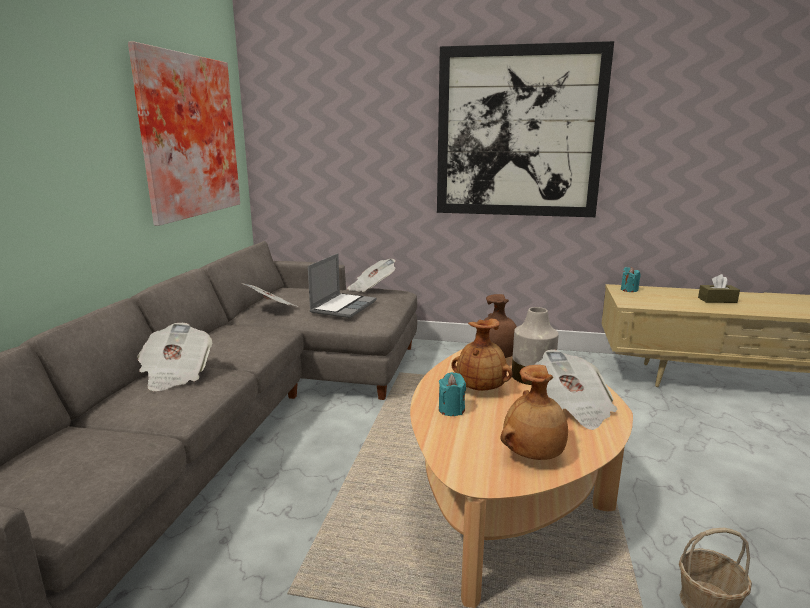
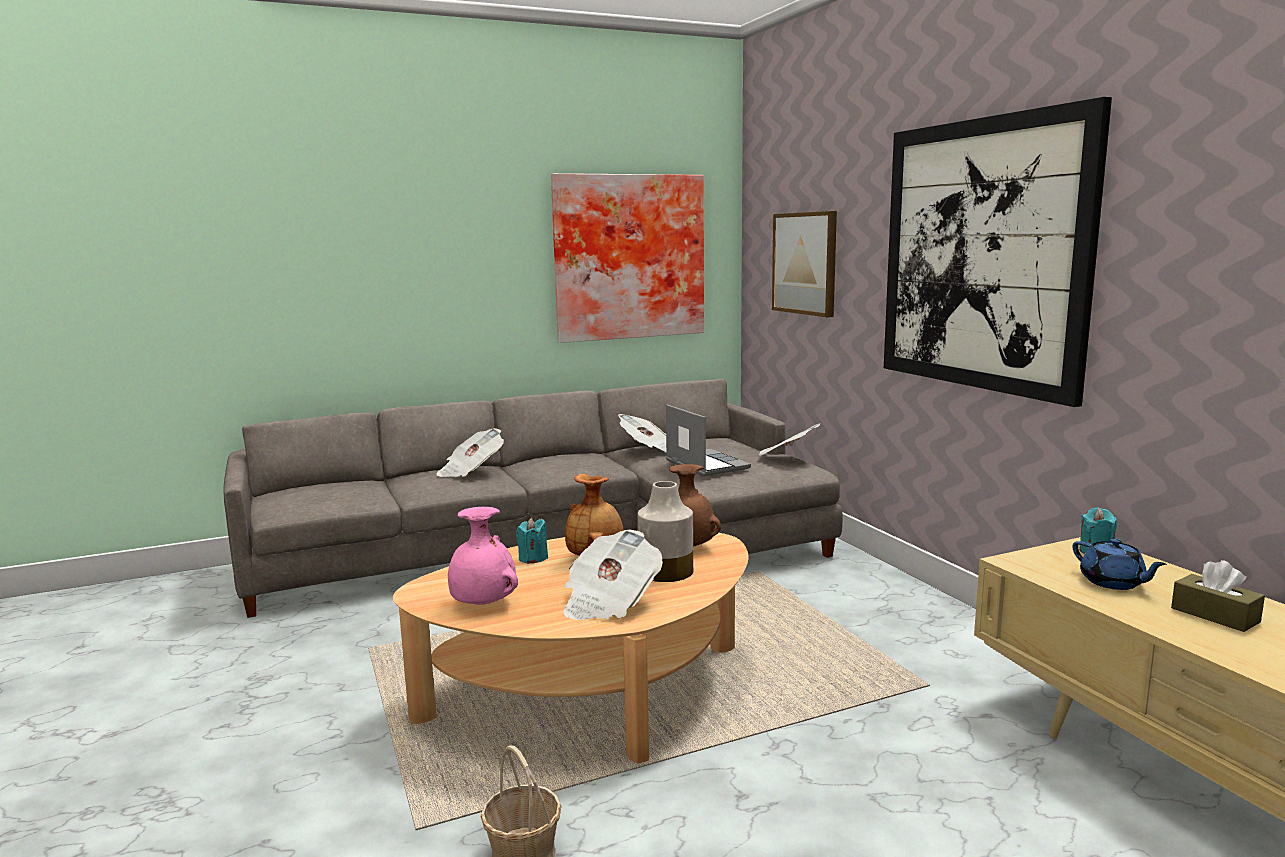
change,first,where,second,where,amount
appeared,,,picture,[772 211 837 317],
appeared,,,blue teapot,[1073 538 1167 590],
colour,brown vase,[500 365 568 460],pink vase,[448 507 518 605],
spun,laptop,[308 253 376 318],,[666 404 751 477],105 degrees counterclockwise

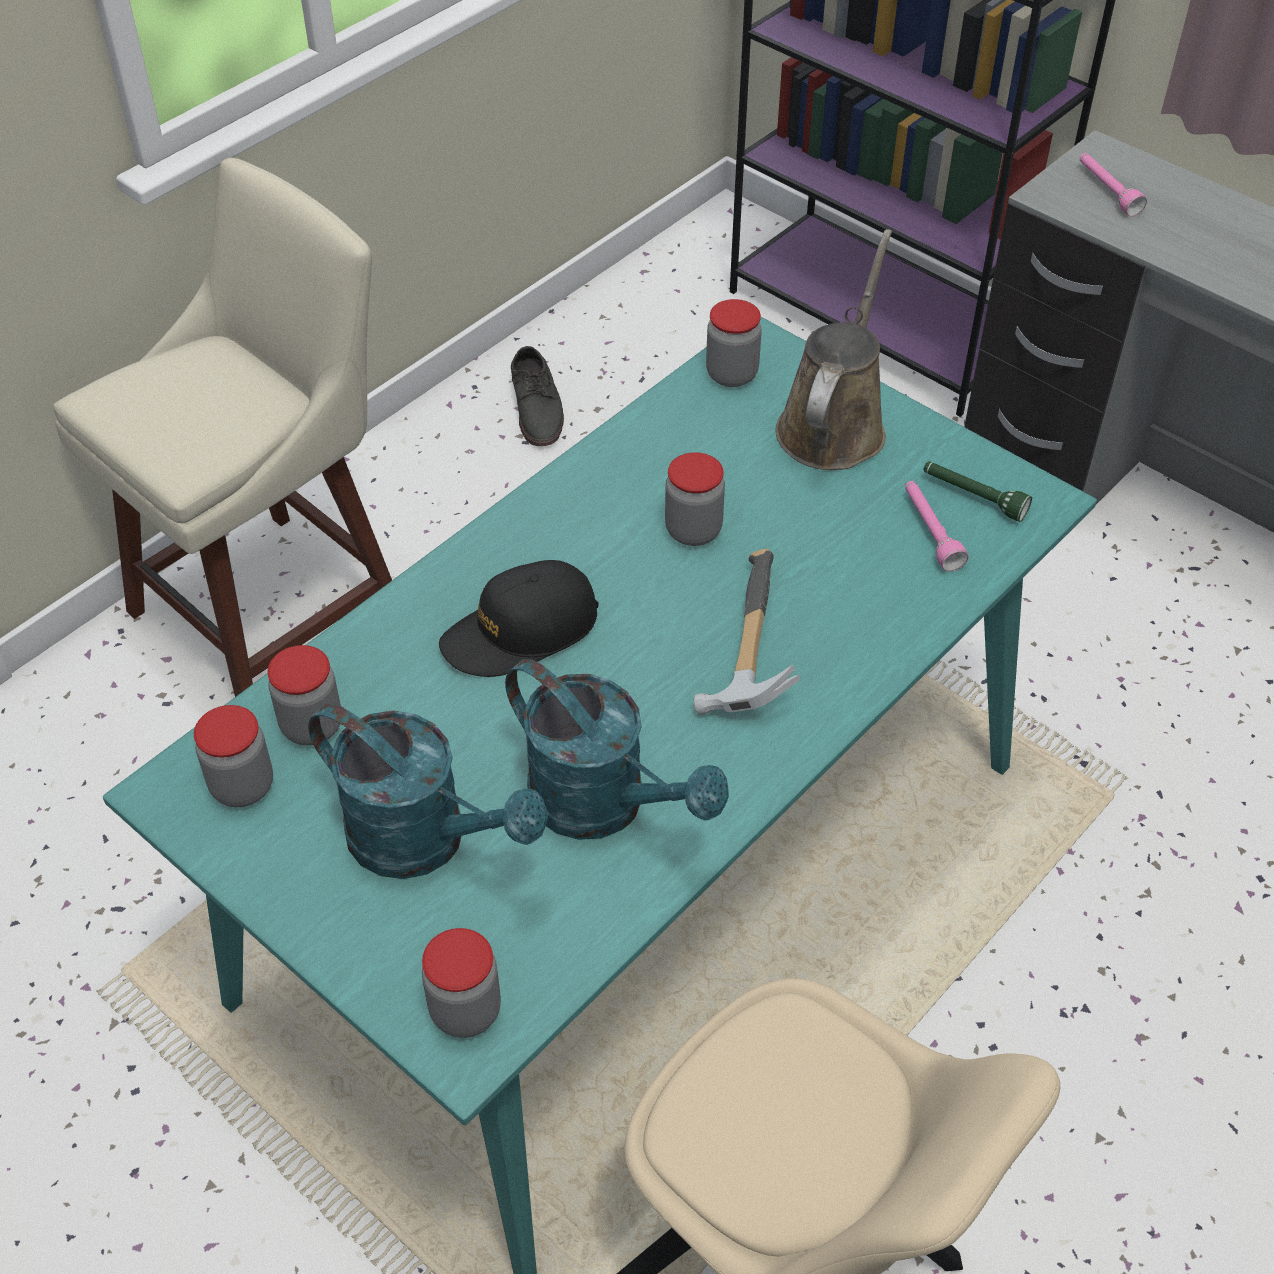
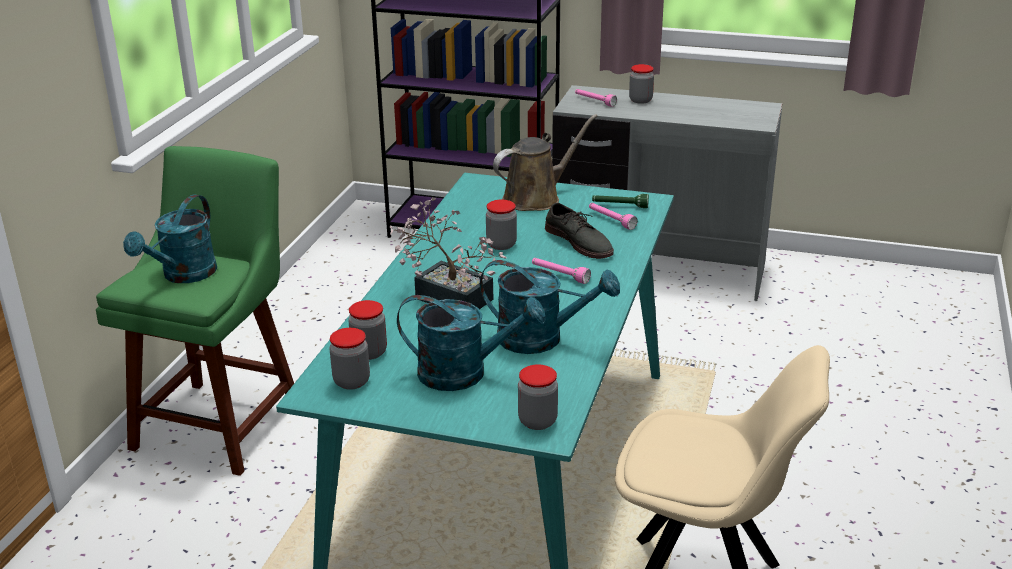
change,first,where,second,where,amount
appeared,,,turquoise watering can,[123 194 217 283],
relocated,grey shoe,[511 346 564 446],,[545 203 614 259],
relocated,jar,[706 299 762 387],,[629 64 654 104],
exchanged,black cap,[439 560 599 677],potted plant,[389 197 507 309],
exchanged,hammer,[694 549 800 715],pink flashlight,[532 258 591 284],
colour,beige stool,[53 158 392 697],green stool,[96 146 294 476],
spun,brown watering can,[776 229 892 470],,[493 114 598 211],60 degrees clockwise

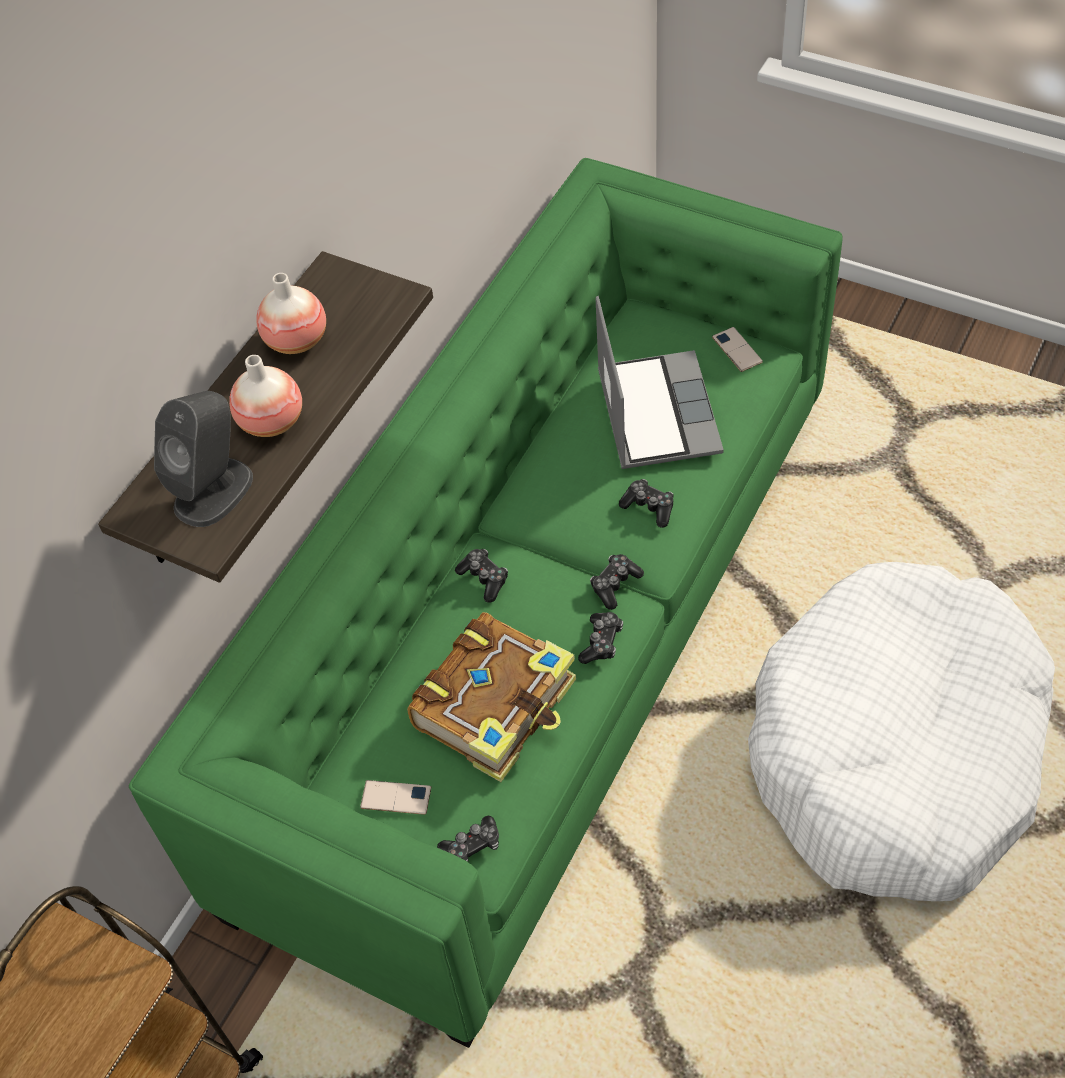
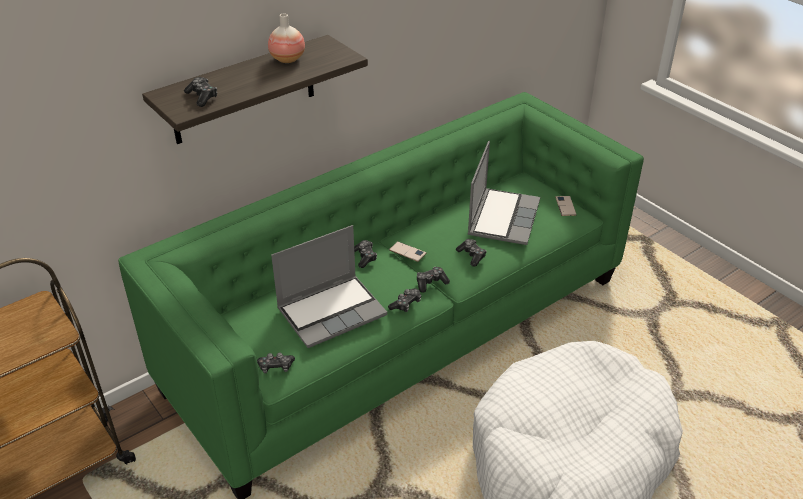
change,first,where,second,where,amount
missing,vase,[229 355 302 437],,,
relocated,phone,[360 780 431 815],,[389 241 426 262],
exchanged,grey speaker,[154 391 253 527],game controller,[184 77 217 107],
exchanged,book,[407 612 576 782],laptop,[271 225 387 348],

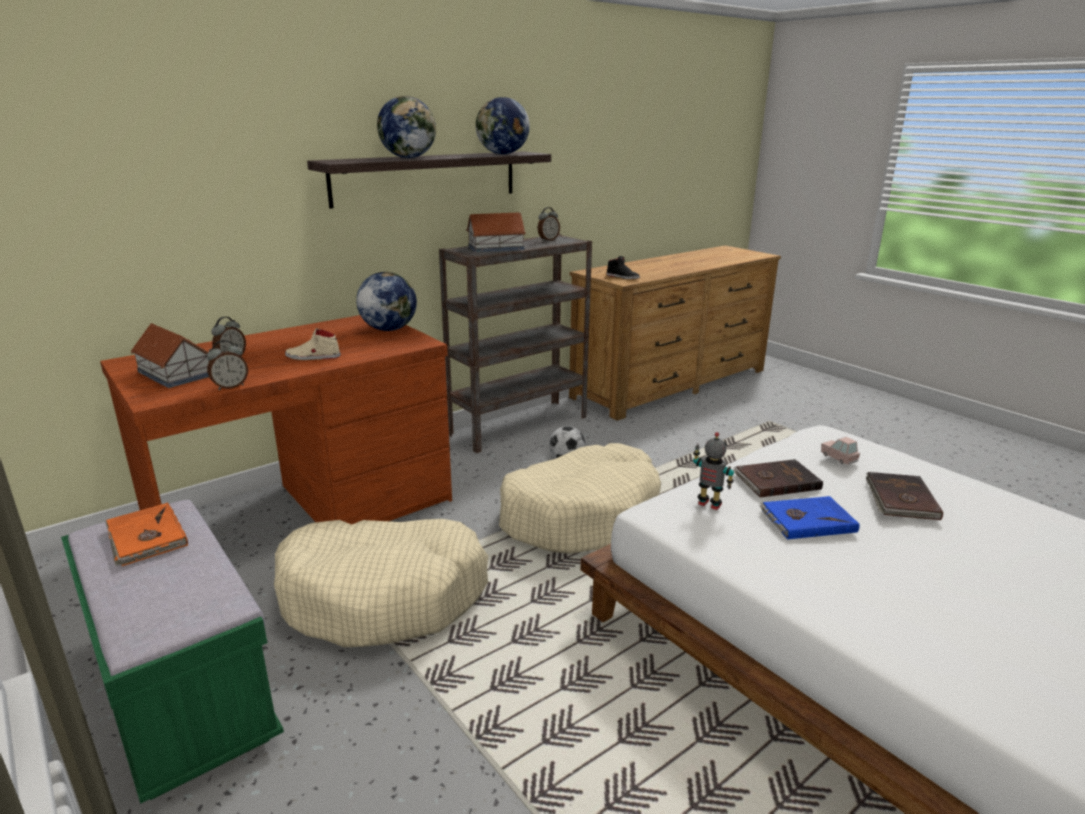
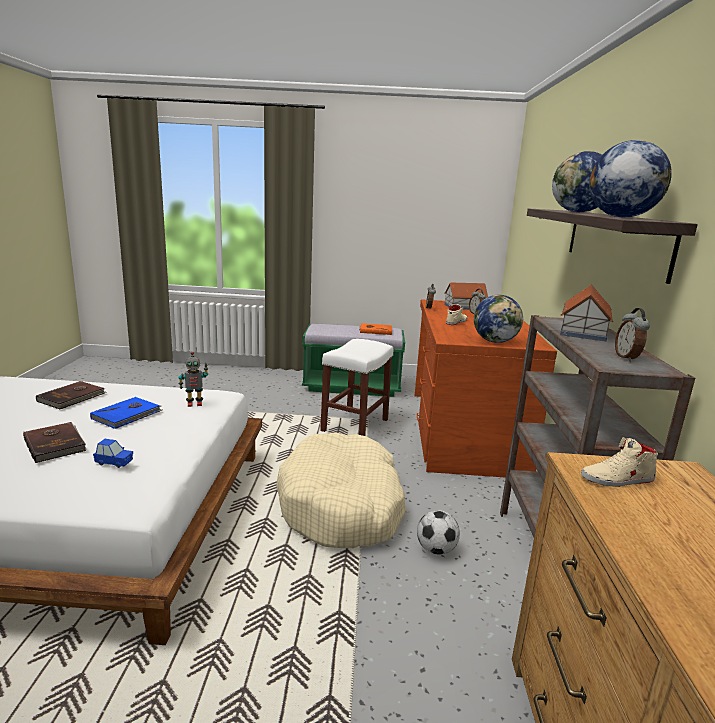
change,first,where,second,where,amount
relocated,brown book,[733 459 823 497],,[36 381 107 409],
exchanged,beige dog bed,[274 519 488 647],white stool,[320 339 393 436],
colour,black shoe,[606 256 640 279],beige shoe,[581 437 658 487],
colour,pink toy car,[821 437 860 465],blue toy car,[93 439 133 468],

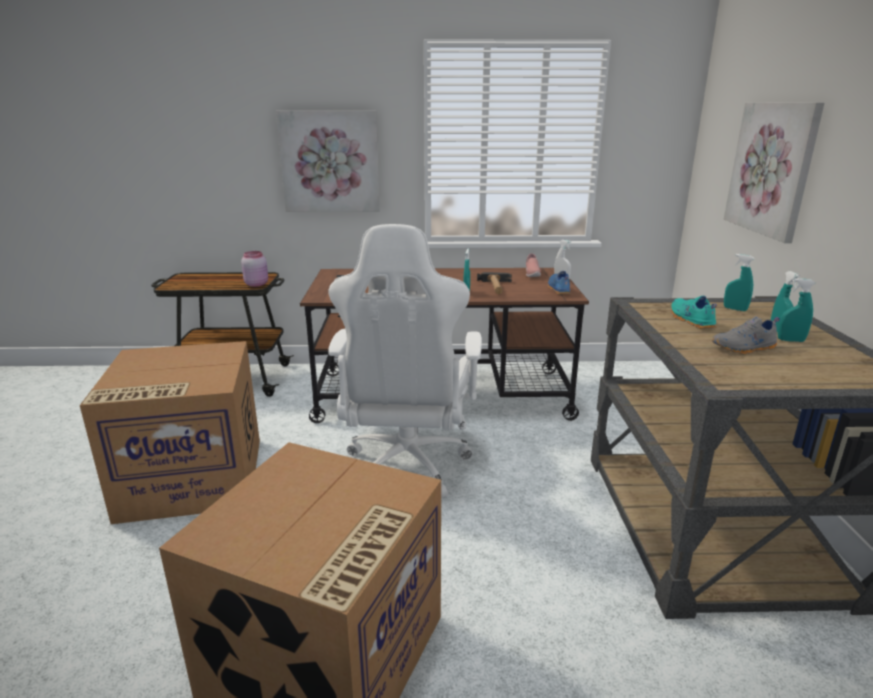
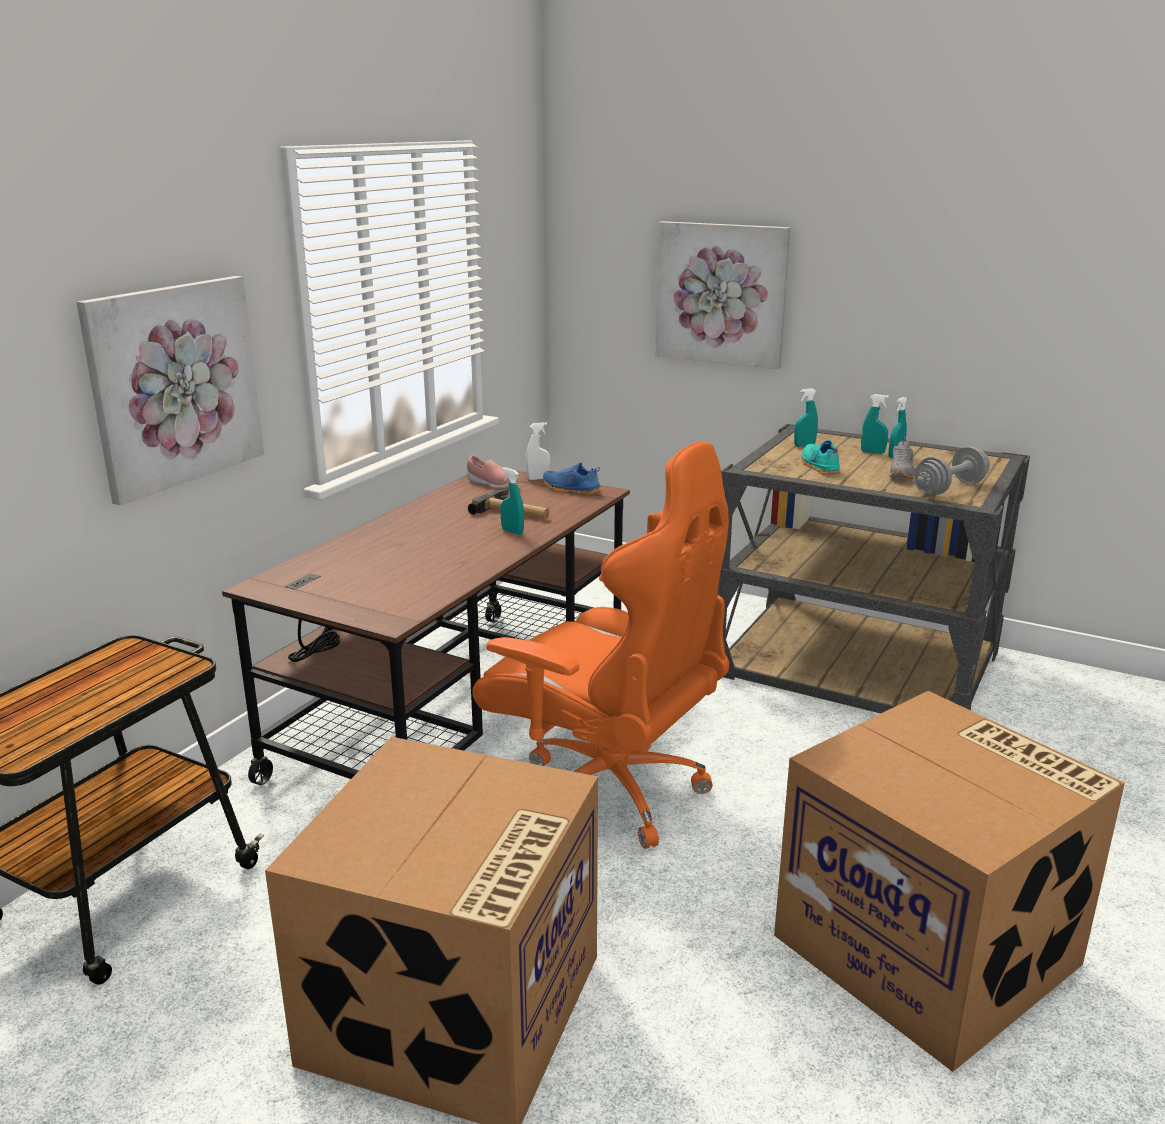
change,first,where,second,where,amount
missing,pink jar,[241 251 268 287],,,
appeared,,,grey dumbbell,[913 447 990 495],
colour,white office chair,[328 224 482 499],orange office chair,[472 442 729 849],
spun,turquoise shoe,[671 296 717 329],,[801 440 841 474],60 degrees clockwise

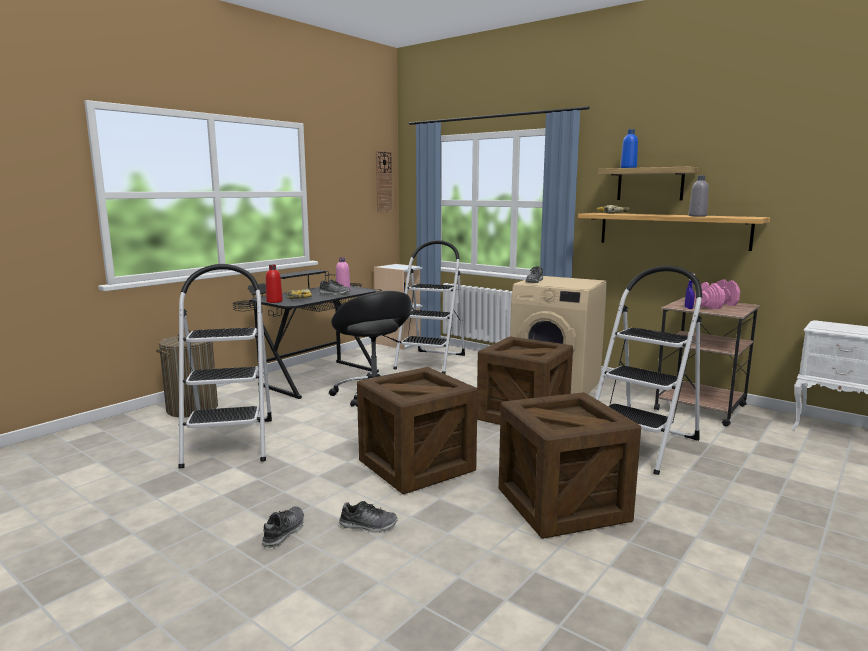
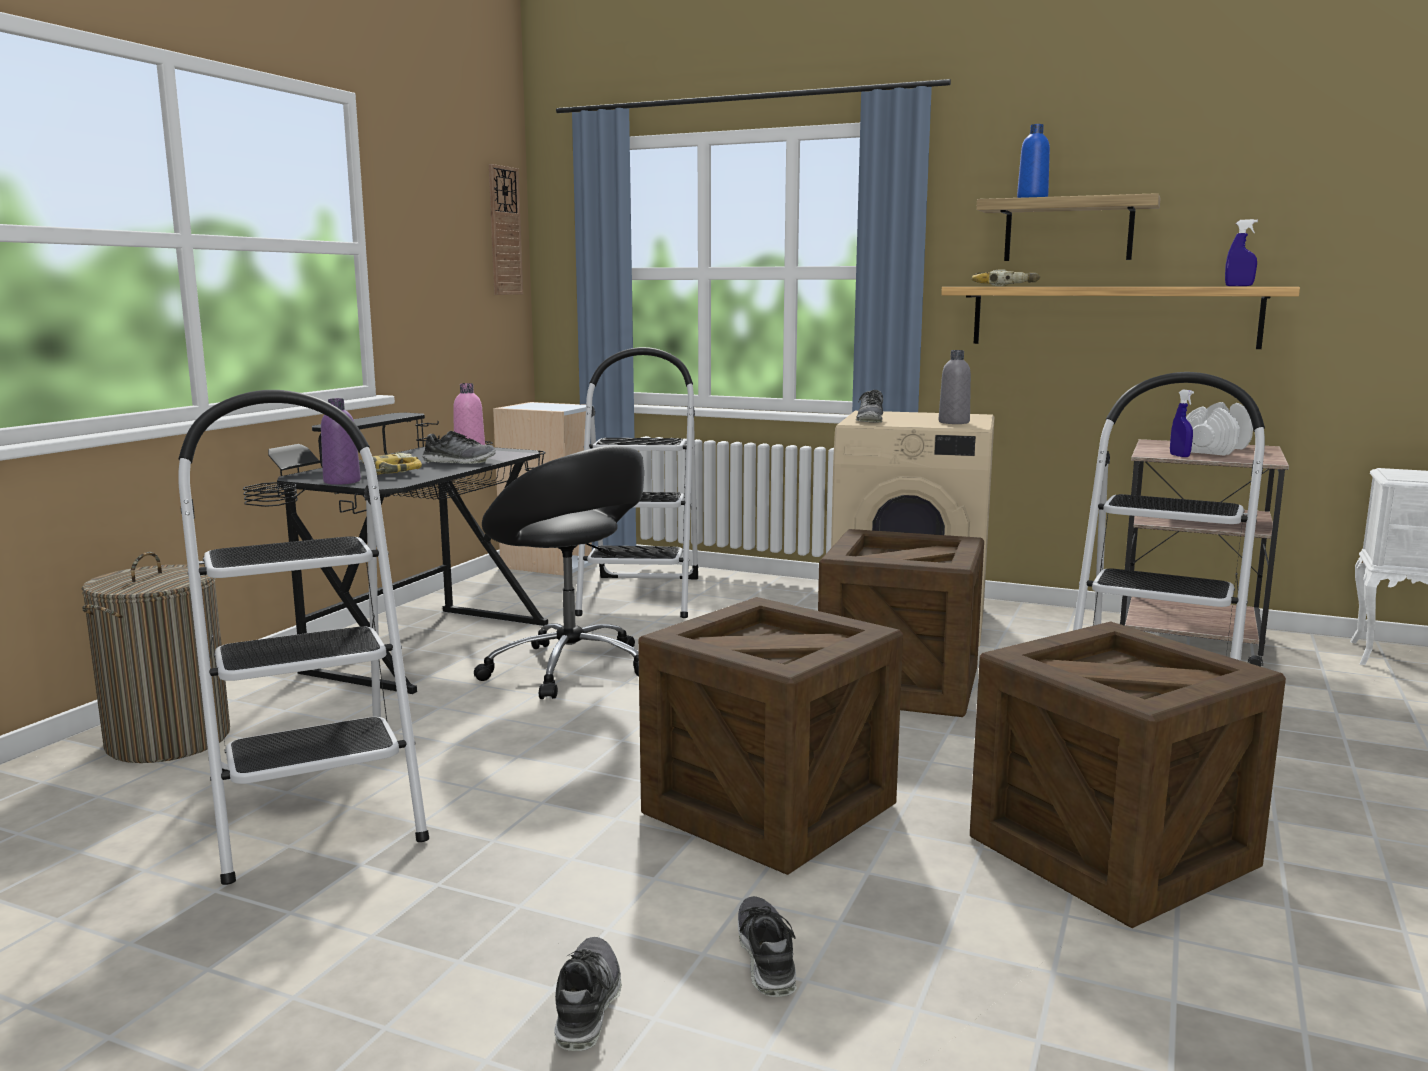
change,first,where,second,where,amount
appeared,,,blue spray bottle,[1225 219 1258 286],
relocated,grey bottle,[689 175 709 217],,[939 350 971 424],
colour,red bottle,[266 265 283 303],purple bottle,[321 398 361 485],
colour,pink dumbbell,[695 279 740 309],white dumbbell,[1186 402 1253 456],
spun,shoe,[339 501 398 533],,[738 896 797 997],90 degrees counterclockwise

